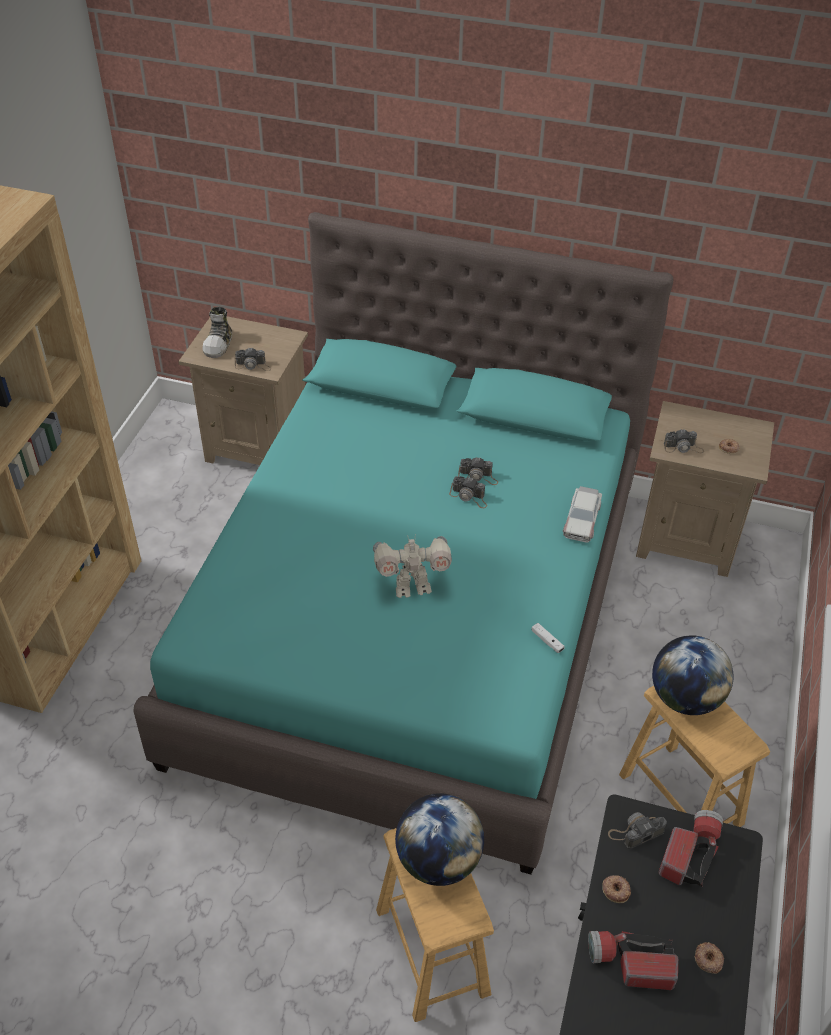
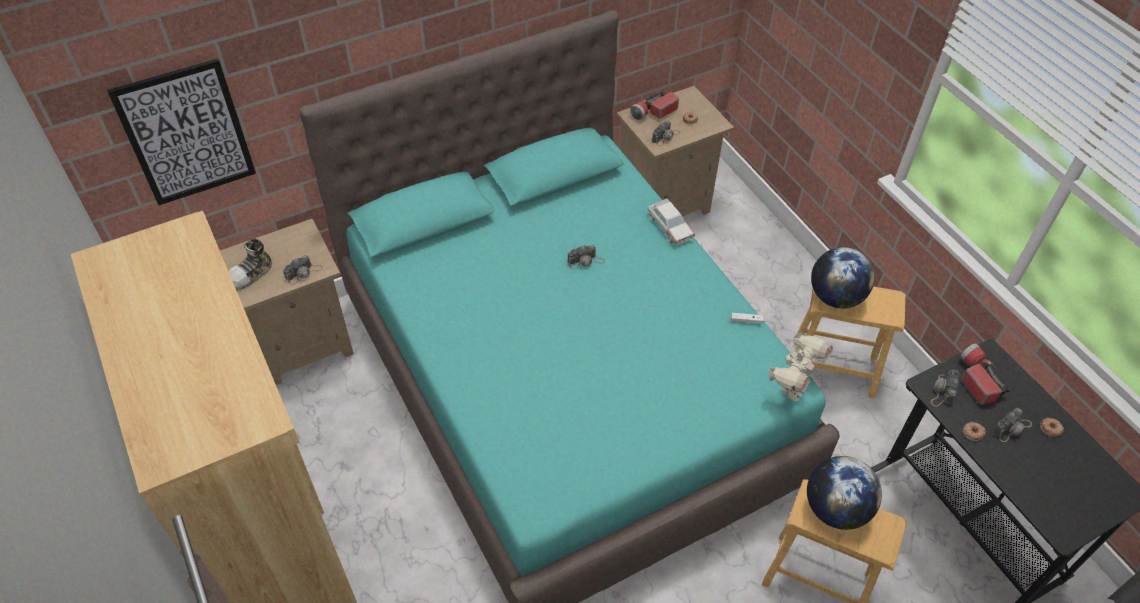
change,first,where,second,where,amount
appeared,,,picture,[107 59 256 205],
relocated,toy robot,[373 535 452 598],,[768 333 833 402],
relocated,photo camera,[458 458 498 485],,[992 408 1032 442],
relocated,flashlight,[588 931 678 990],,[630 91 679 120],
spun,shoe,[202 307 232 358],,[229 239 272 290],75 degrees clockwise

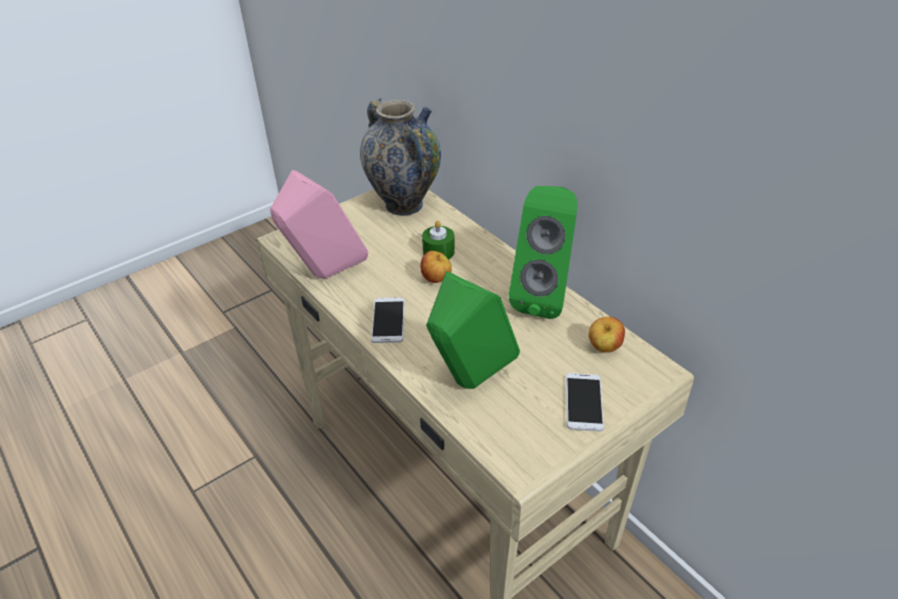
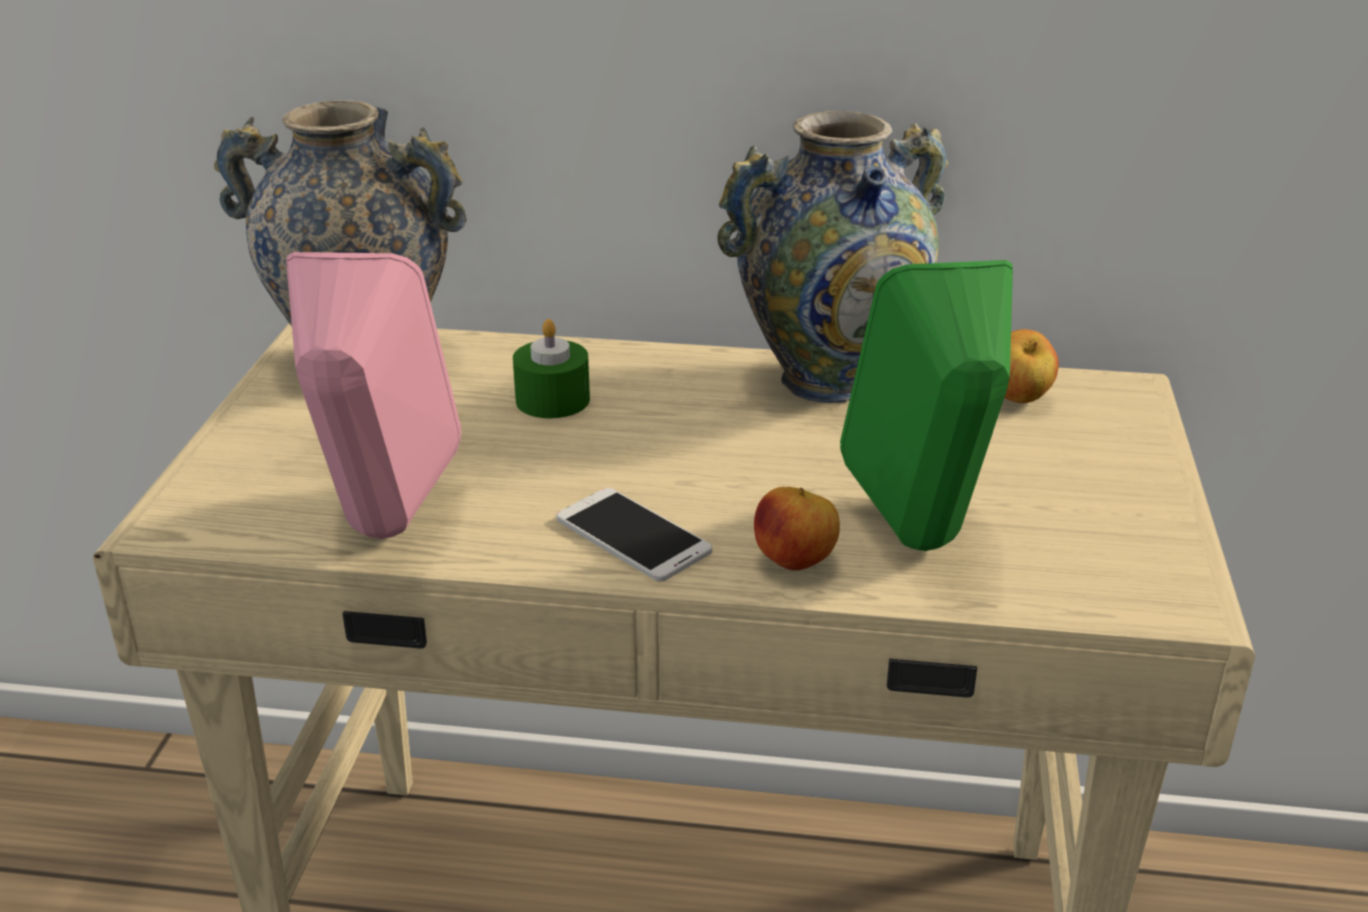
change,first,where,second,where,amount
missing,phone,[566 373 604 432],,,
relocated,apple,[420 251 452 283],,[754 487 840 571],
exchanged,green speaker,[509 186 577 319],vase,[717 111 949 403],

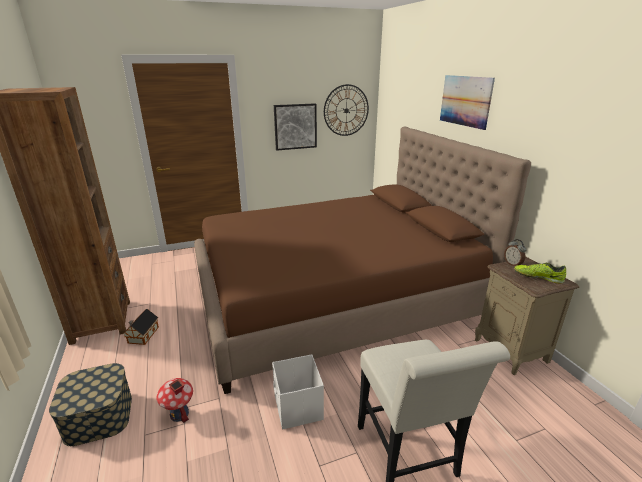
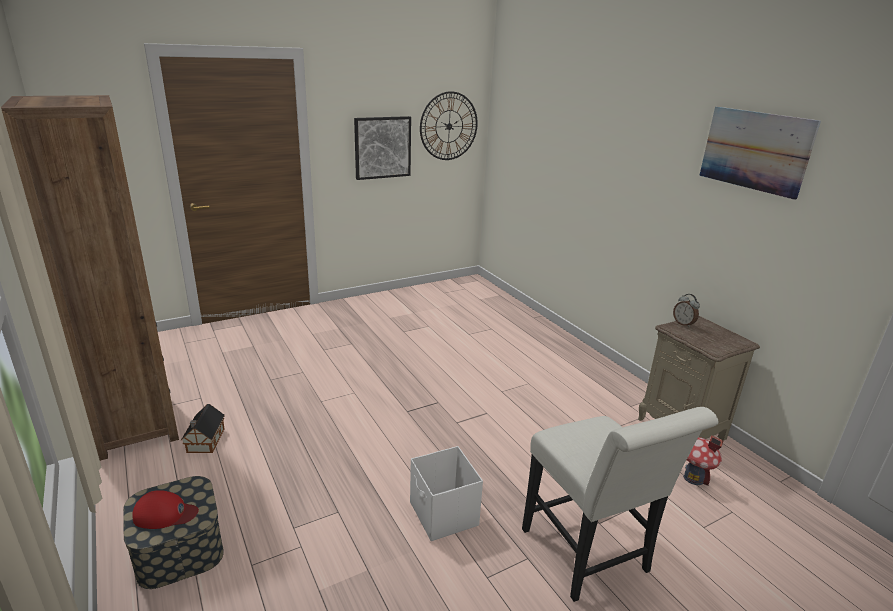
change,first,where,second,where,amount
missing,brown bed,[194 127 531 394],,,
missing,shoe,[514 263 566 284],,,
appeared,,,red cap,[132 490 199 529],
relocated,toy house,[156 378 193 423],,[683 435 723 486],
relocated,picture,[440 75 495 130],,[699 107 821 200],

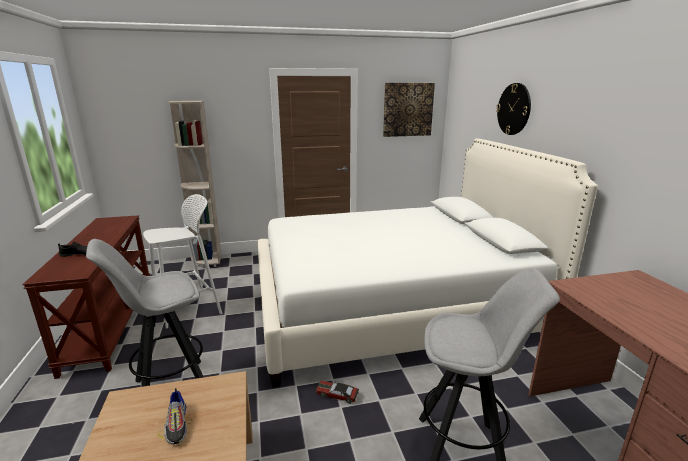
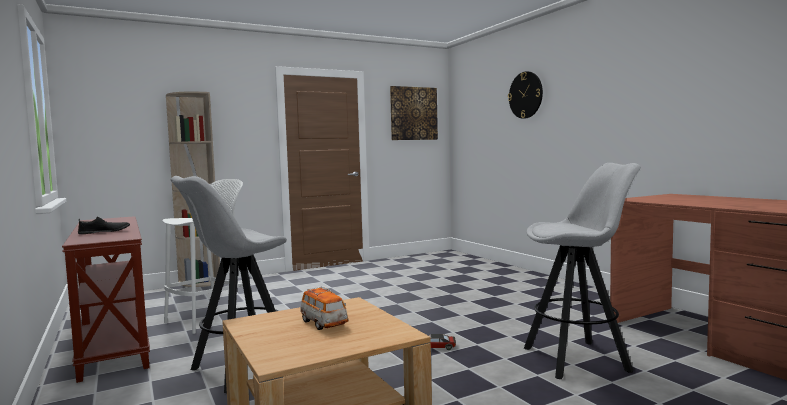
change,first,where,second,where,amount
missing,white bed,[257 139 598 388],,,
exchanged,shoe,[158 388 193 444],toy car,[300 286 349 330],

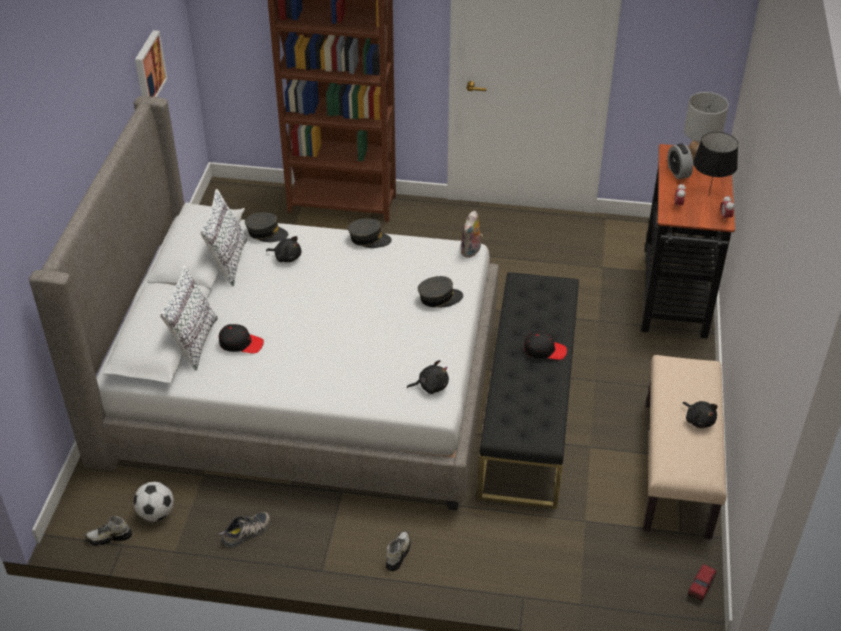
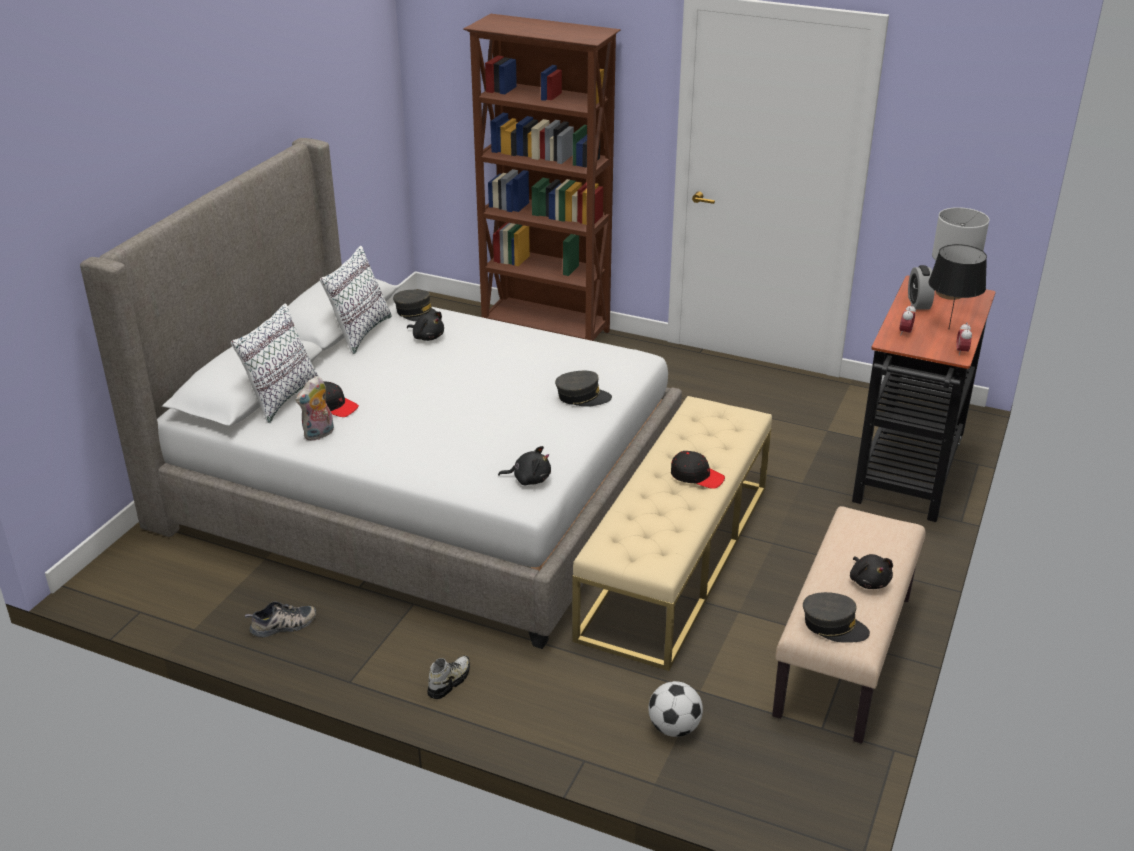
change,first,where,second,where,amount
missing,shoe,[85 516 132 546],,,
missing,picture,[135 30 167 97],,,
missing,toy truck,[688 564 716 602],,,
relocated,football,[133 482 174 521],,[648 681 703 737],
relocated,grey cap,[348 218 392 248],,[803 592 870 643],
relocated,plush toy,[461 210 483 258],,[296 376 334 441],
colour,black bench,[477 272 579 509],beige bench,[572 396 772 671],

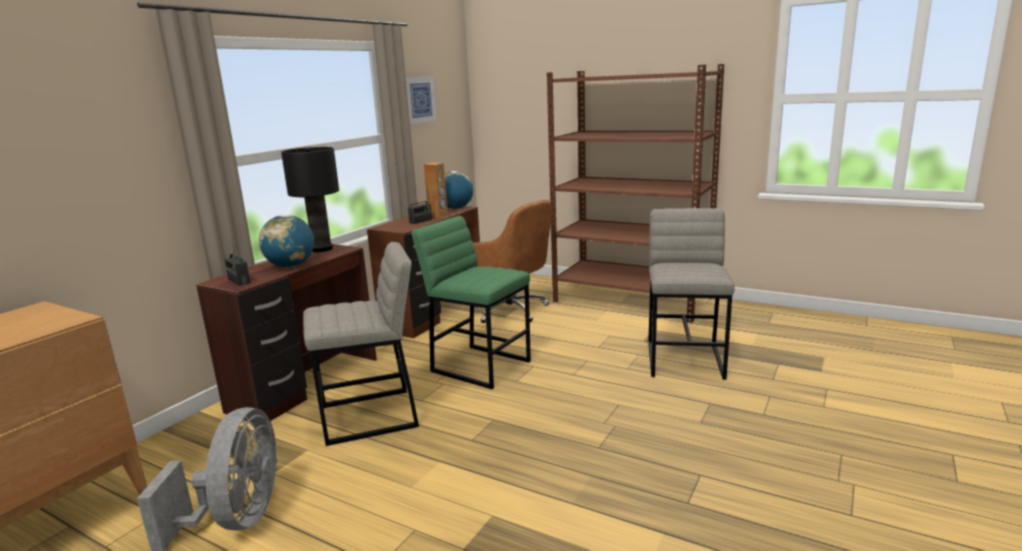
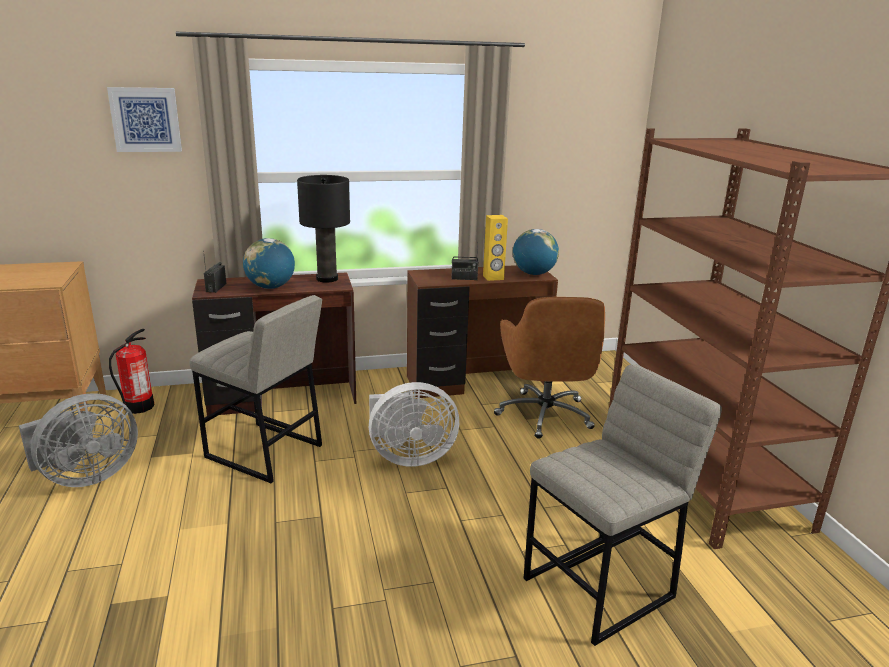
change,first,where,second,where,amount
appeared,,,fire extinguisher,[109 329 154 414],
relocated,picture,[406 76 437 124],,[107 87 182 152],
exchanged,green chair,[412 216 531 389],white fan,[369 382 459 467],
colour,brown speaker,[424 163 448 218],yellow speaker,[483 215 508 281],

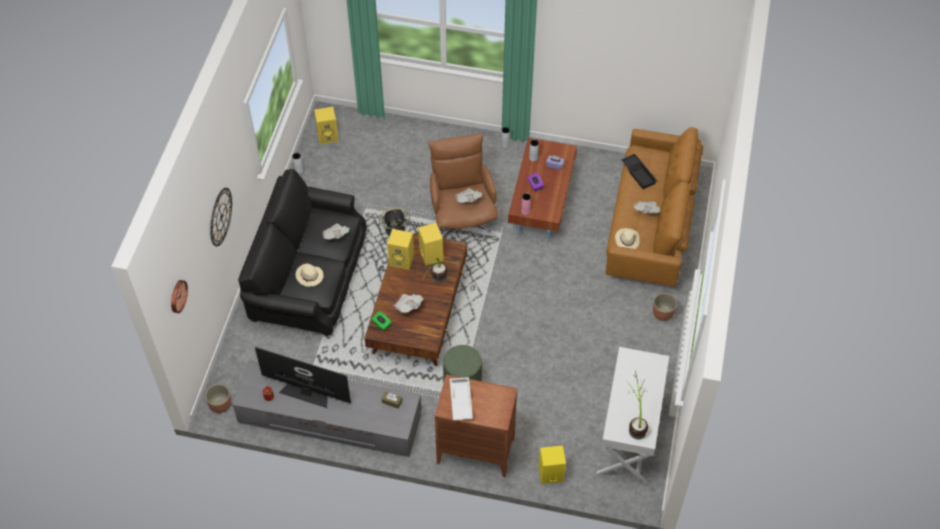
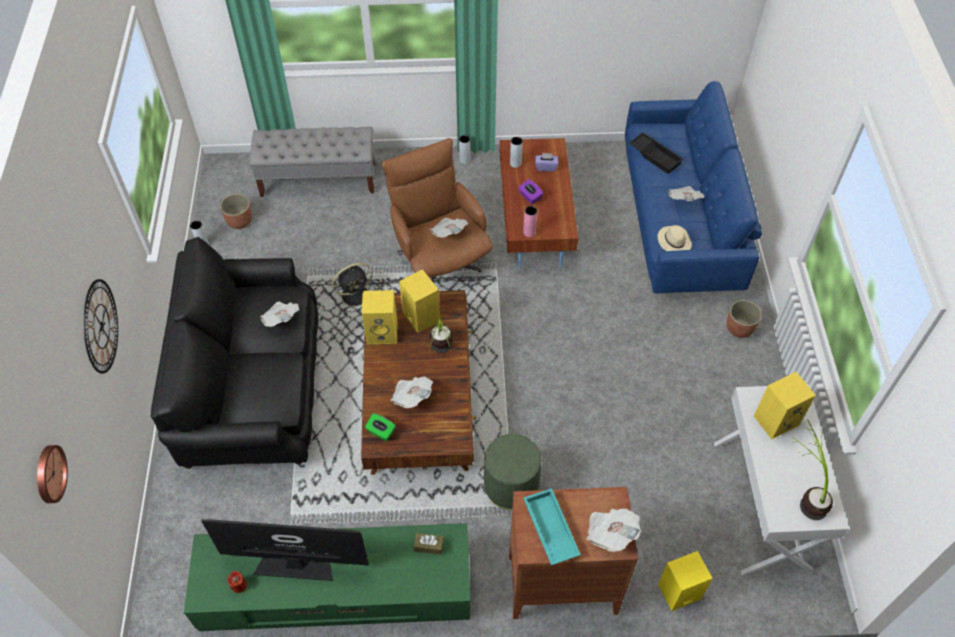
change,first,where,second,where,amount
missing,beige hat,[296 264 323 287],,,
appeared,,,grey bench,[249 127 375 197],
appeared,,,newspaper,[586 508 641 552],
relocated,planter,[205 384 231 413],,[220 194 252 229],
relocated,yellow speaker,[314 107 339 144],,[754 372 816 439],
colour,grey tv stand,[232 361 421 457],green tv stand,[184 523 470 631],
colour,white tray,[450 377 473 420],turquoise tray,[524 488 581 565],
colour,brown sofa,[606 127 703 287],blue sofa,[625 81 762 293],

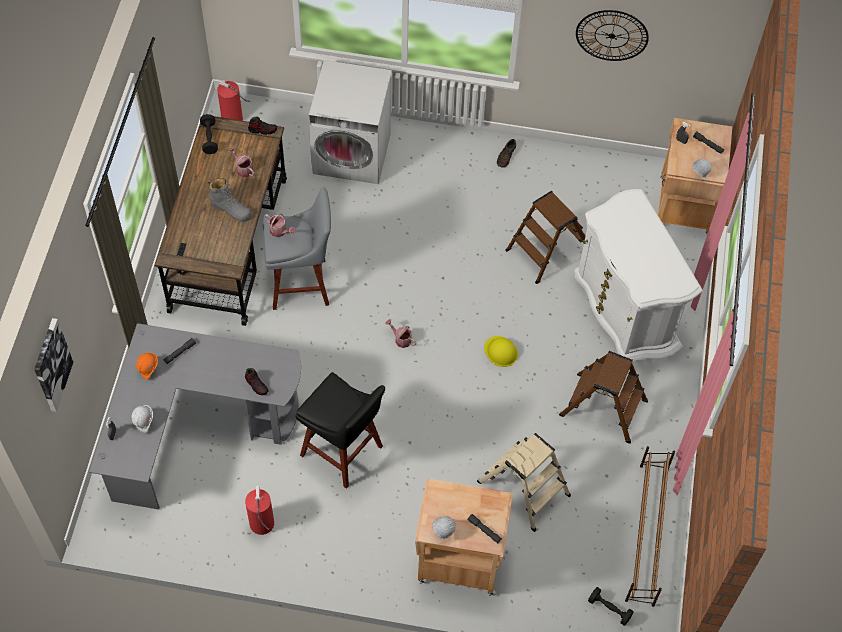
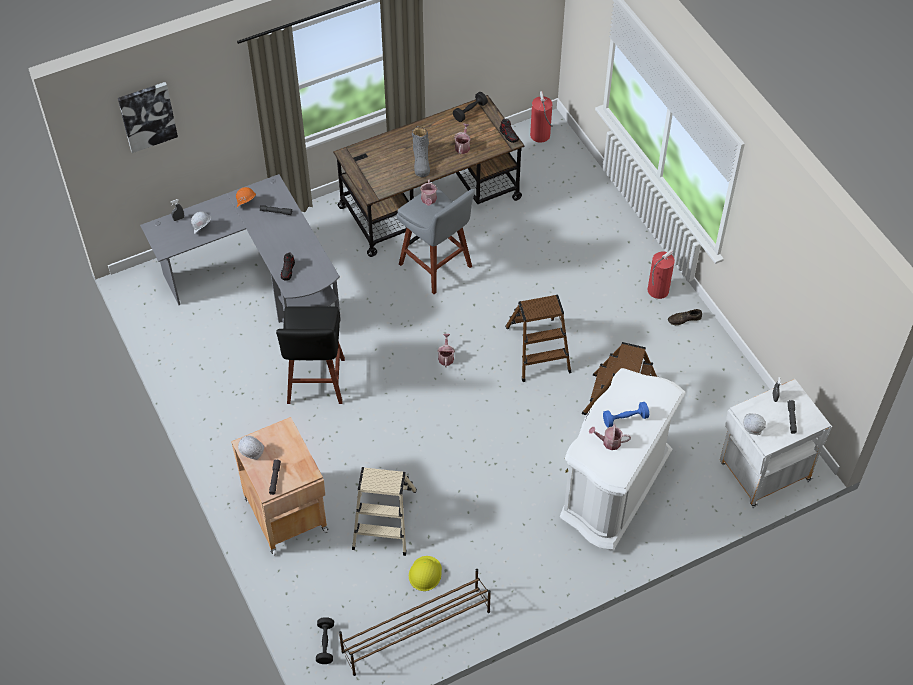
change,first,where,second,where,amount
missing,white washing machine,[309 60 392 184],,,
missing,wall clock,[576 10 649 61],,,
appeared,,,watering can,[589 424 631 450],
appeared,,,blue dumbbell,[603 402 649 428],
relocated,fire extinguisher,[245 486 274 535],,[647 249 675 299],
relocated,yellow hard hat,[484 336 518 367],,[409 556 442 591],
relocated,brown step ladder,[559 351 648 444],,[505 294 572 382],
colour,brown cart,[658 118 732 235],white cart,[720 379 832 508],

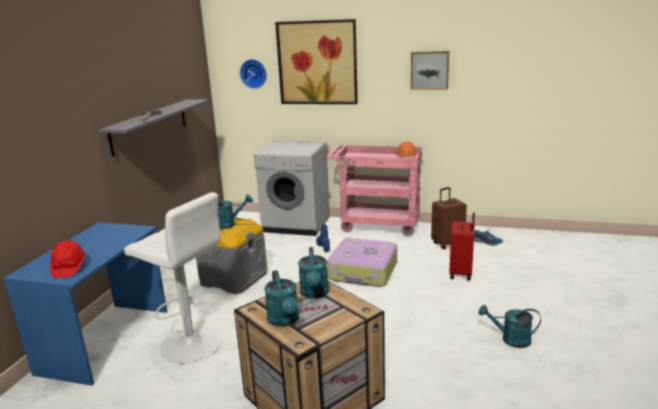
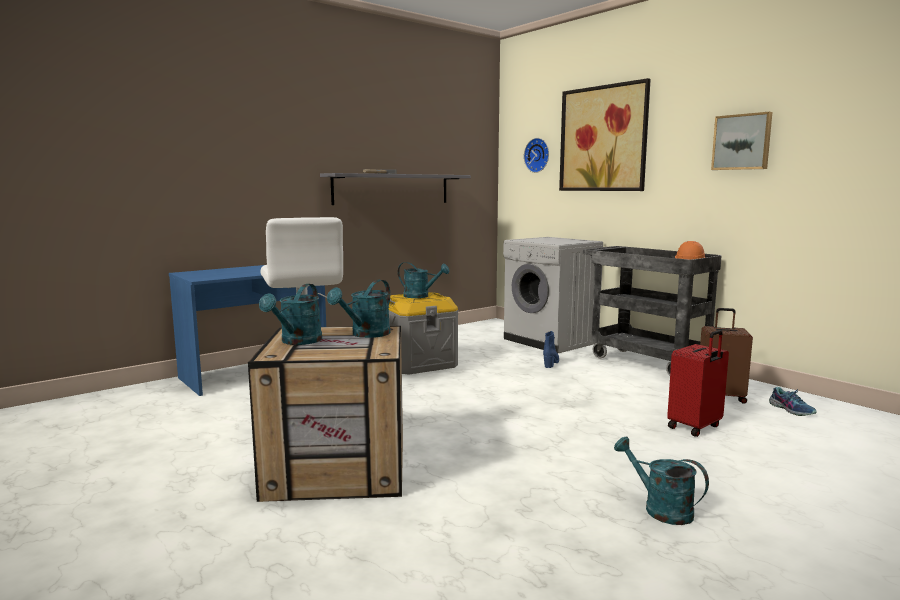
change,first,where,second,where,amount
missing,red hard hat,[50 240 86 278],,,
missing,suitcase,[327 238 397 287],,,
colour,pink cart,[328 145 422 236],black cart,[583 246 721 376],

